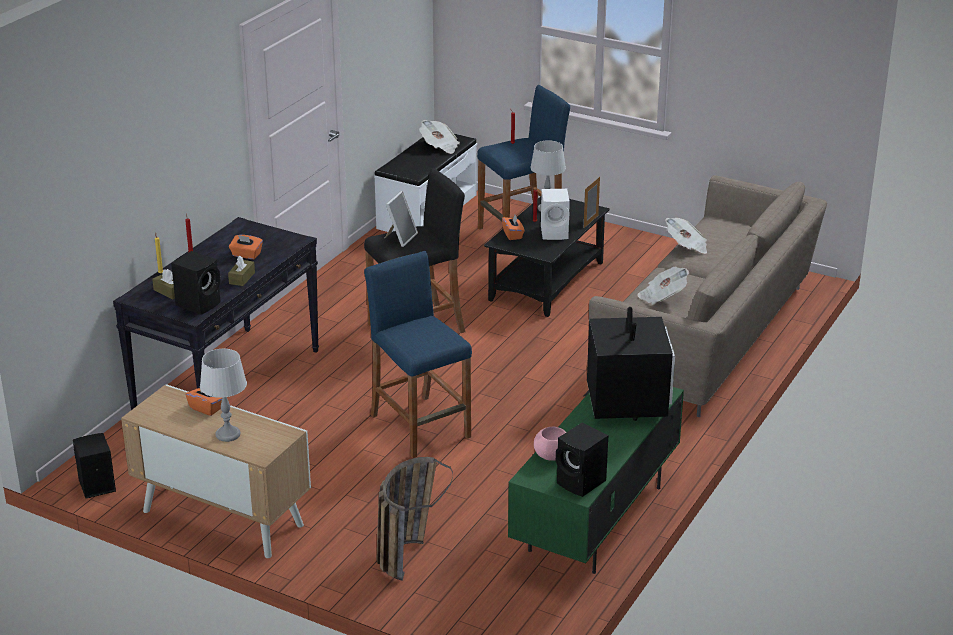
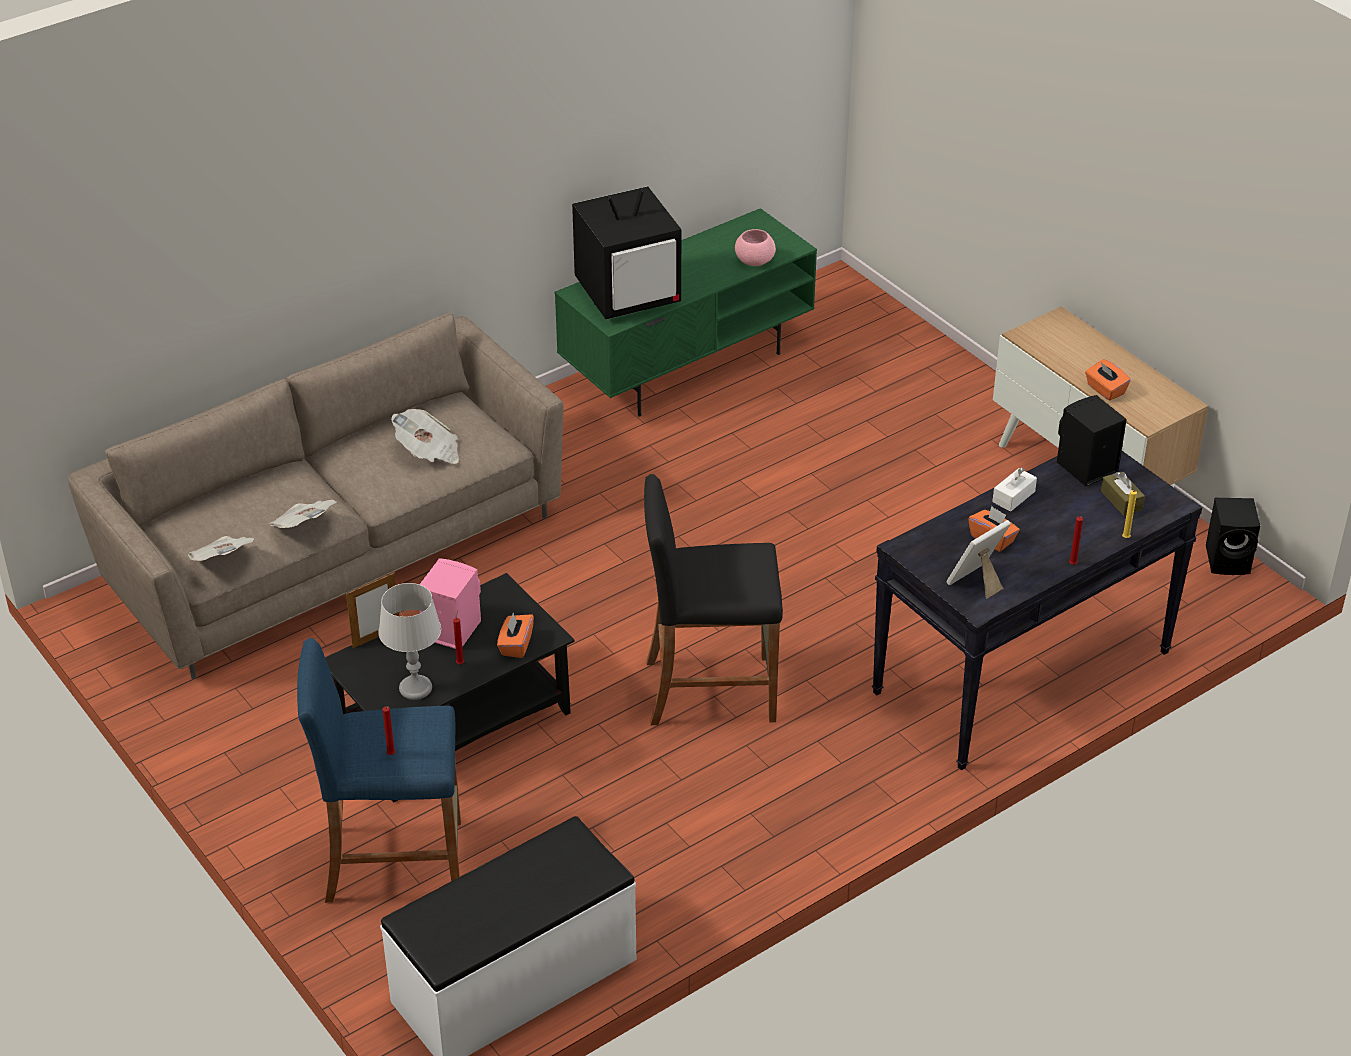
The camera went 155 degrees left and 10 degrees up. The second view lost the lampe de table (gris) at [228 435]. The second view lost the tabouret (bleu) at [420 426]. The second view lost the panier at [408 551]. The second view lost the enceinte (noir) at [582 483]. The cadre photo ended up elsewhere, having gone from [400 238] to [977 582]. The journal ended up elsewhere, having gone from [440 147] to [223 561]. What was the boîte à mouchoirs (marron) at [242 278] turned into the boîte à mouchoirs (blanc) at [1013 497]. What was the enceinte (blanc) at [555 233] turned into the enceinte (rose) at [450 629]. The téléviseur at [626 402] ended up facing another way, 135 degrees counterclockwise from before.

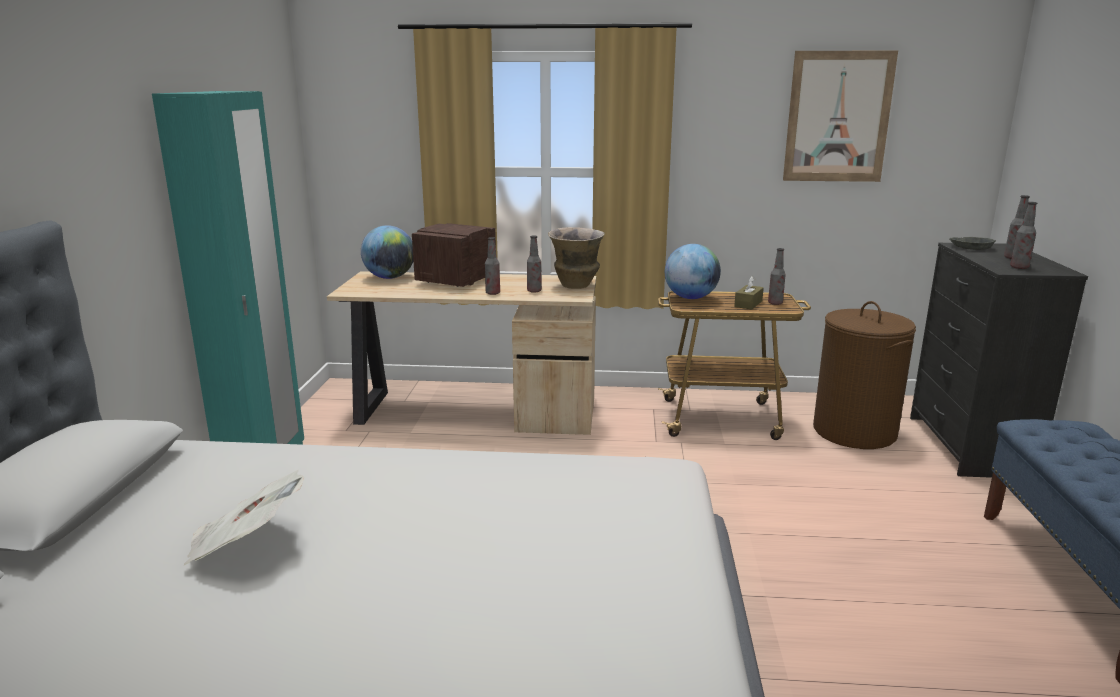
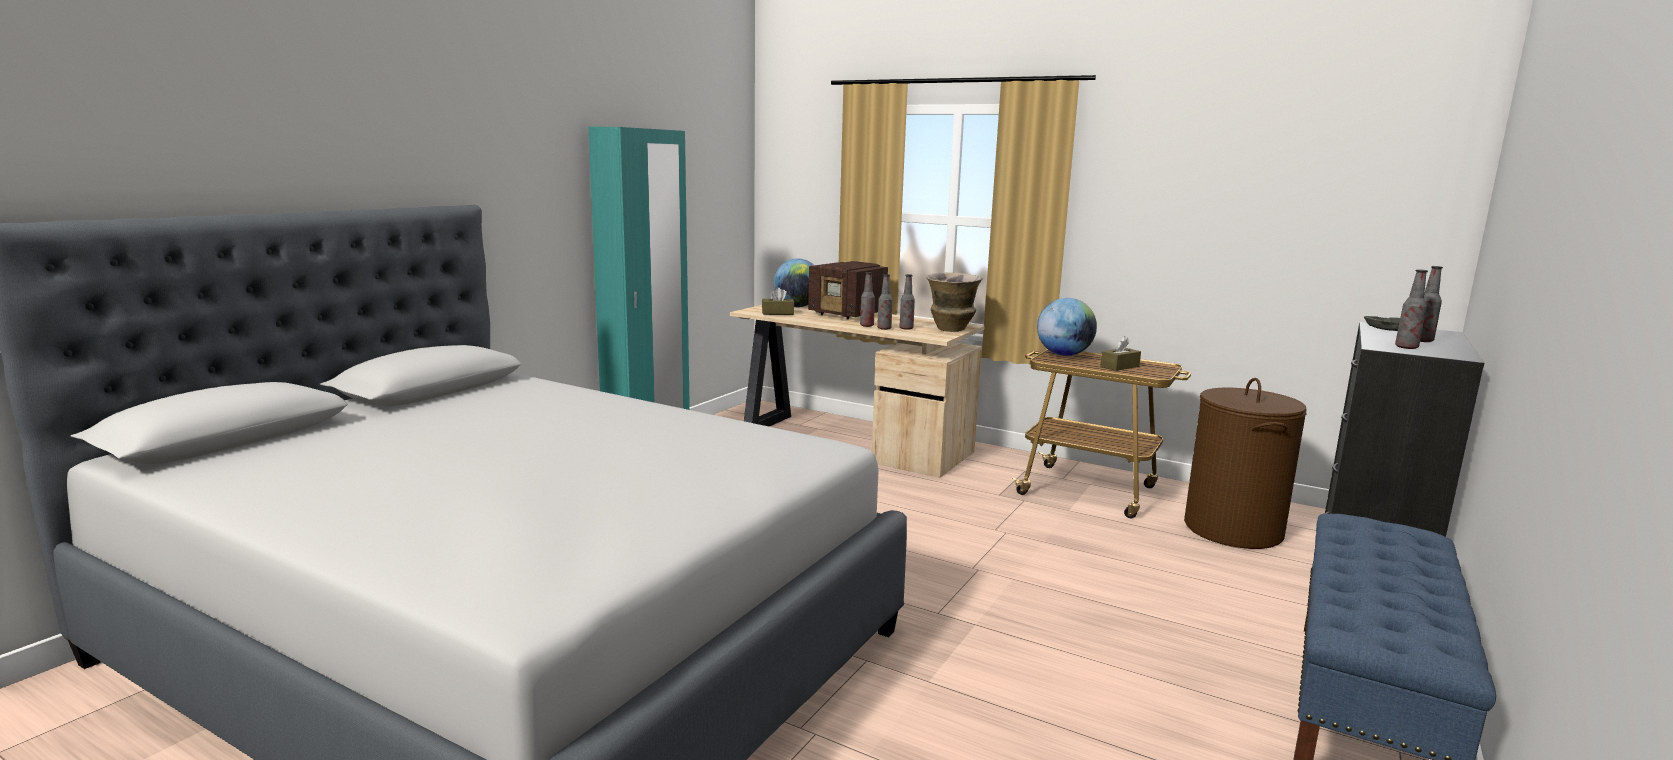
The camera went 25 degrees right and 5 degrees down. The second view lost the journal at [246 544]. The second view lost the tableau at [838 117]. The second view gained the boîte à mouchoirs (marron) at [777 313]. The bouteille ended up elsewhere, having gone from [775 303] to [884 328]. The radio at [455 281] ended up facing another way, 105 degrees counterclockwise from before.

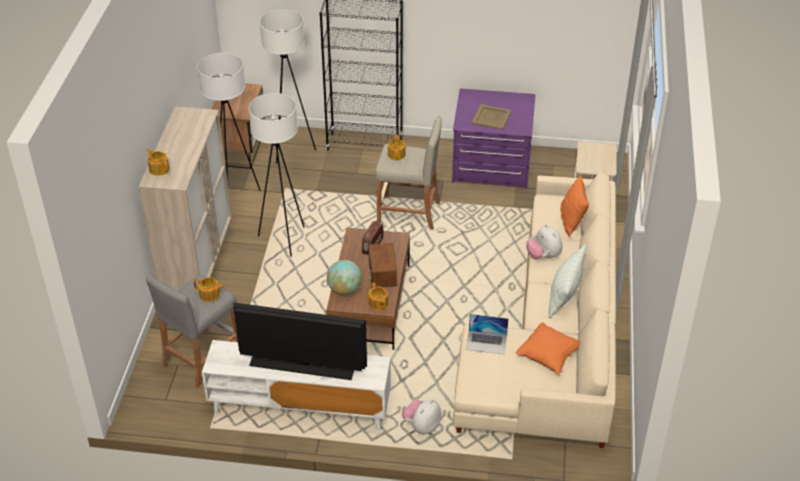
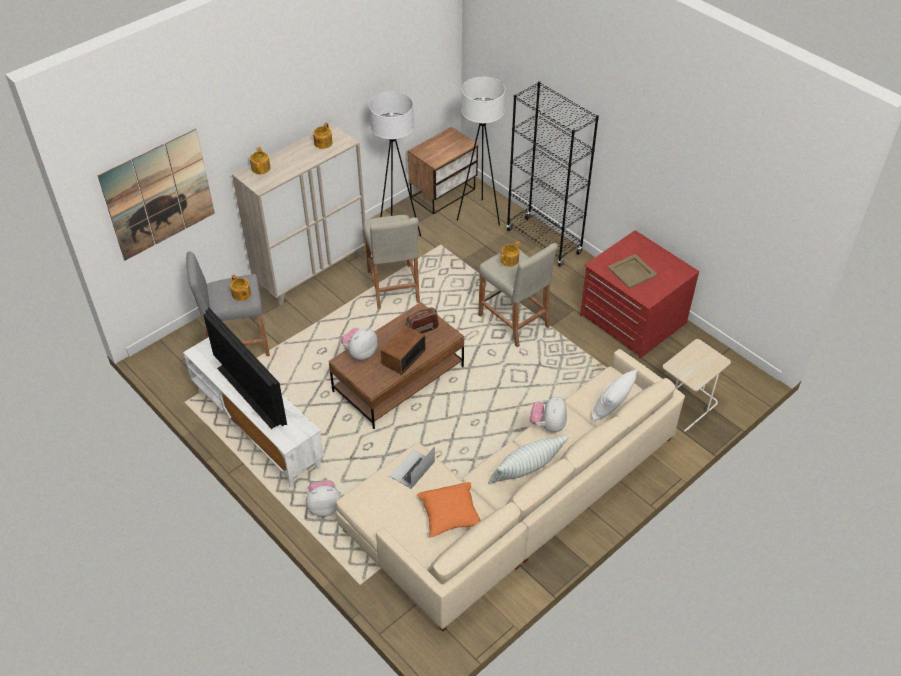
The camera went 40 degrees right and 5 degrees up. The second view gained the tableau at [158 194]. The théière ended up elsewhere, having gone from [378 304] to [323 143]. Where the lampadaire (blanc) stood at [283 240], the tabouret (beige) came to stand at [393 286]. Where the globe stood at [345 290], the peluche came to stand at [360 353]. What was the commode (violet) at [491 165] turned into the commode (rouge) at [632 319]. What was the coussin (orange) at [571 221] turned into the coussin (blanc) at [610 409]. The ordinateur portable at [486 342] ended up facing another way, 75 degrees clockwise from before.

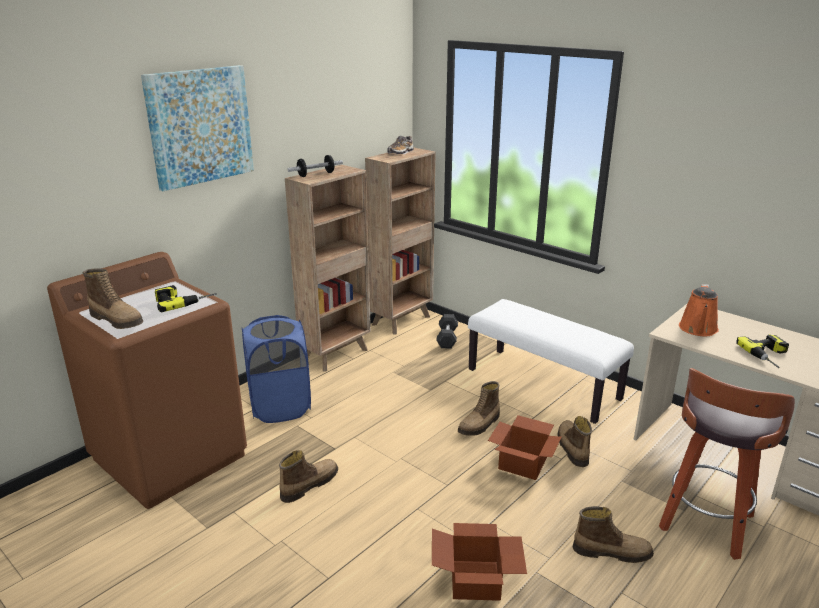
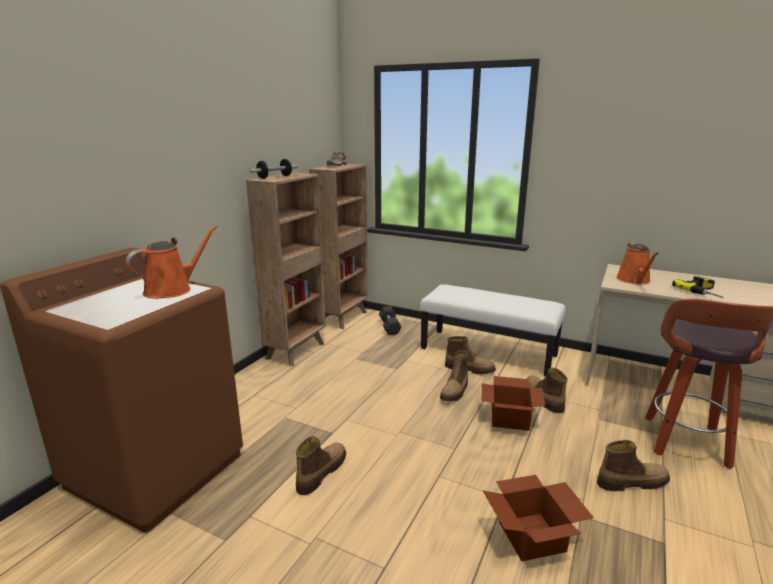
The camera went 15 degrees left and 5 degrees down. The second view lost the tableau at [200 126]. The second view lost the panier à linge (bleu) at [280 407]. The botte ended up elsewhere, having gone from [118 320] to [470 369]. Where the perceuse stood at [184 300], the arrosoir (orange) came to stand at [172 290].

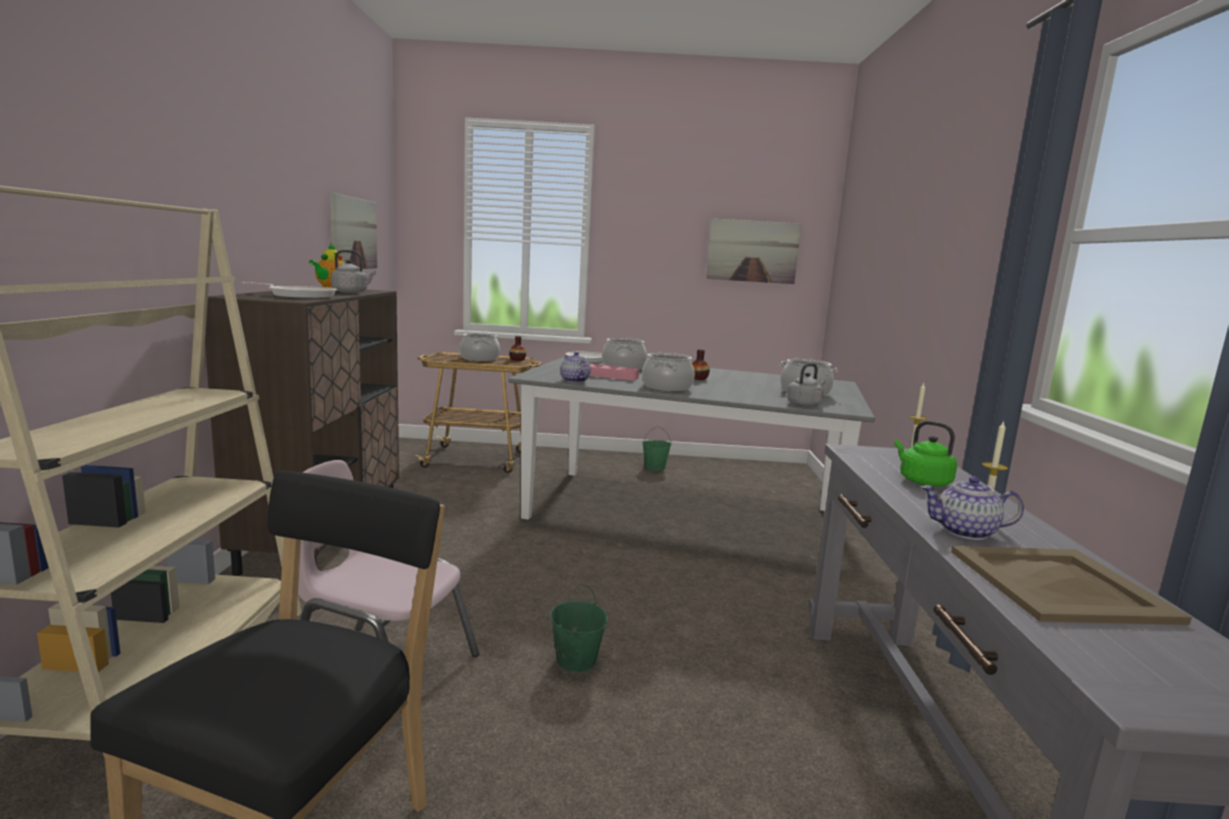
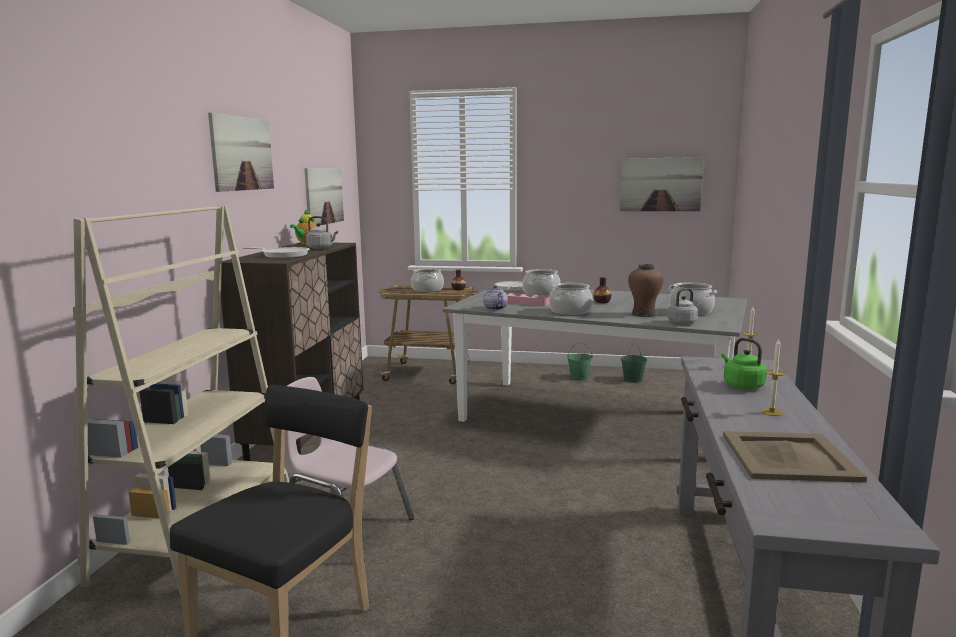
The camera went 10 degrees right and 0 degrees up. The second view lost the théière at [965 532]. The second view gained the tableau at [242 153]. The second view gained the vase (marron) at [643 314]. The seau (vert) ended up elsewhere, having gone from [575 660] to [632 380].

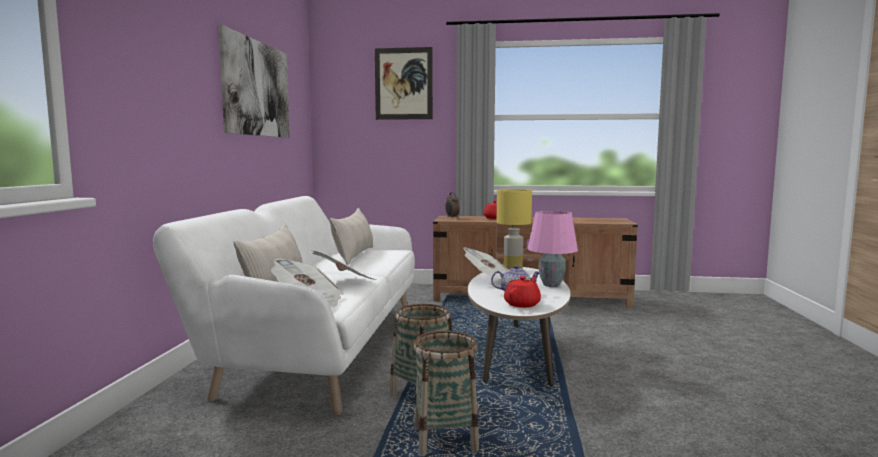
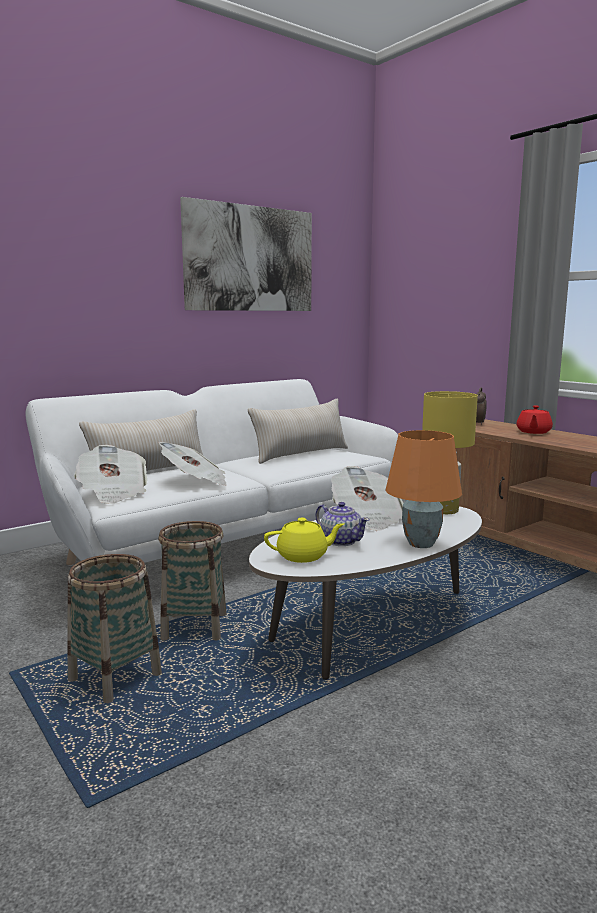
The camera went 45 degrees right and 5 degrees up. The second view lost the tableau at [403 83]. What was the théière (rouge) at [522 304] turned into the théière (jaune) at [303 556]. What was the lampe de table (rose) at [550 285] turned into the lampe de table (orange) at [420 543].

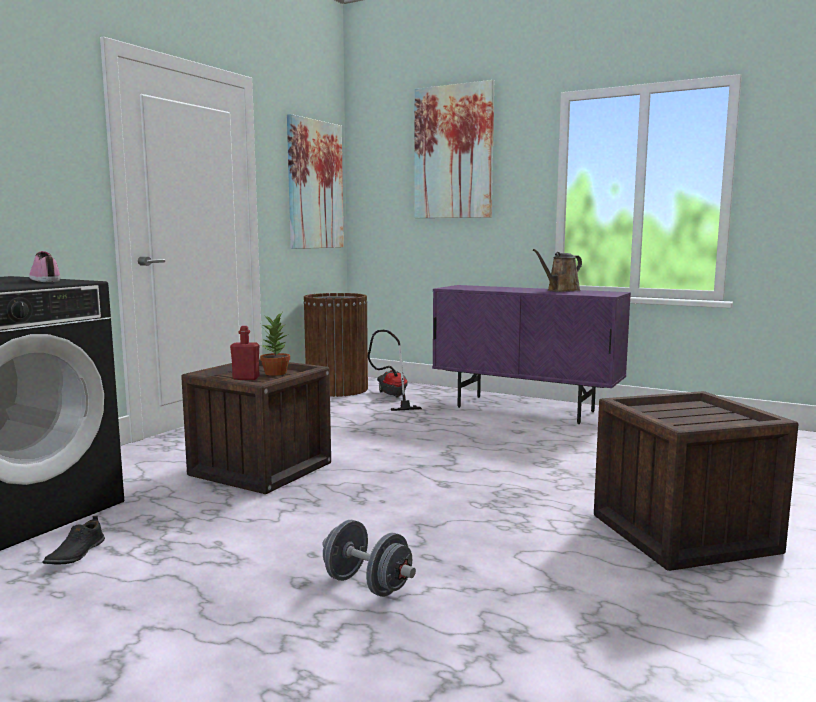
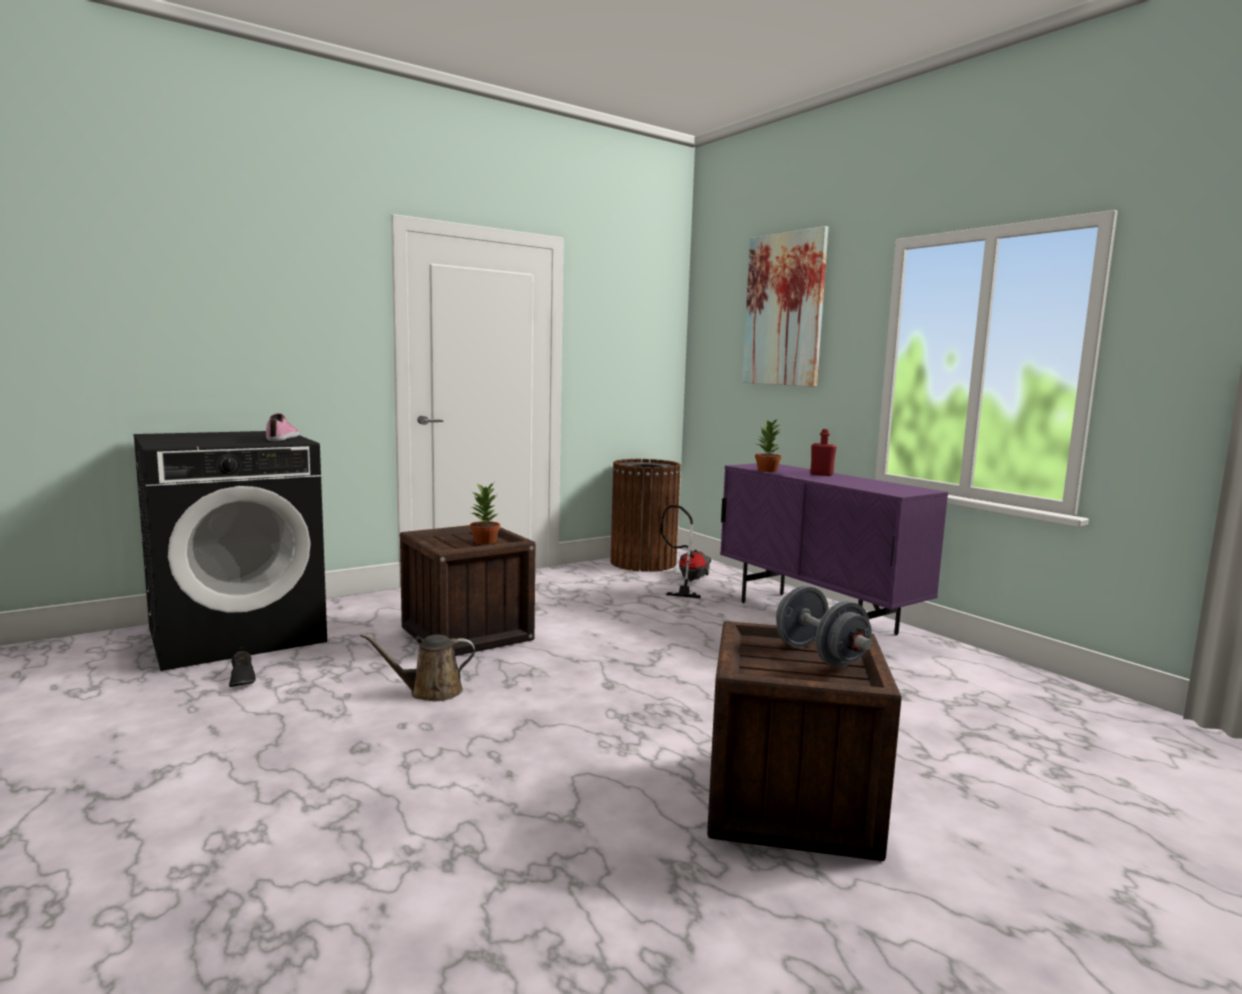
The camera went 25 degrees right and 0 degrees up. The second view lost the tableau at [315 185]. The second view gained the plante en pot at [767 470]. The bouteille (rouge) ended up elsewhere, having gone from [246 378] to [821 474]. The haltère (gris) ended up elsewhere, having gone from [367 585] to [819 655]. The arrosoir (marron) ended up elsewhere, having gone from [561 290] to [430 692]. The chaussure (noir) at [75 554] ended up facing another way, 60 degrees counterclockwise from before.

